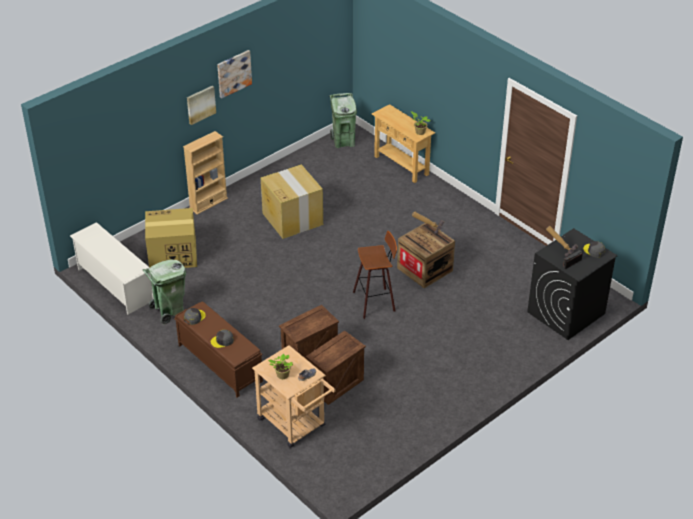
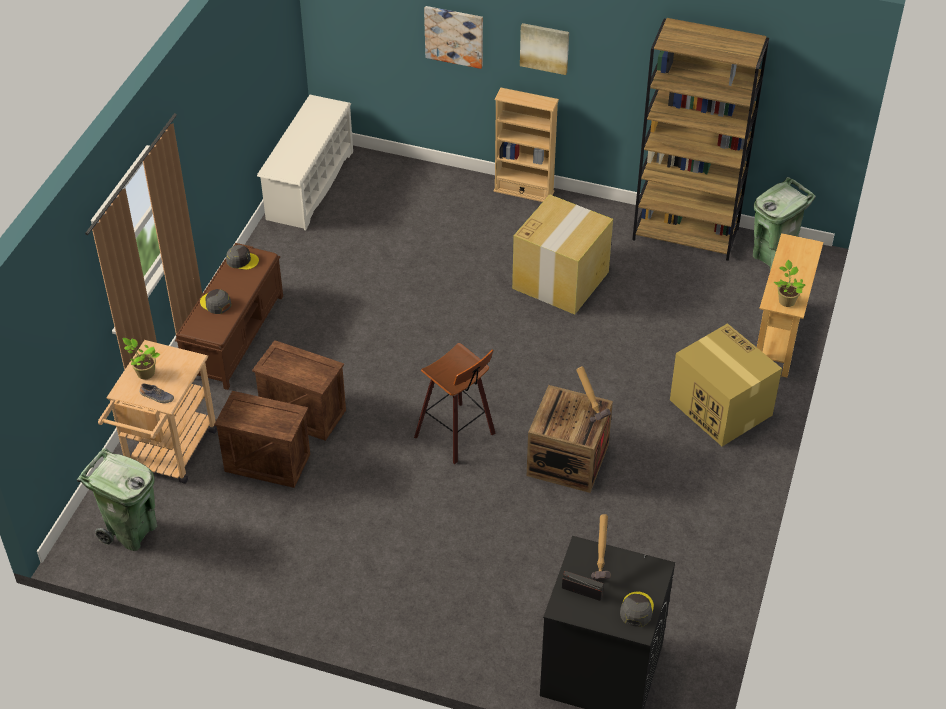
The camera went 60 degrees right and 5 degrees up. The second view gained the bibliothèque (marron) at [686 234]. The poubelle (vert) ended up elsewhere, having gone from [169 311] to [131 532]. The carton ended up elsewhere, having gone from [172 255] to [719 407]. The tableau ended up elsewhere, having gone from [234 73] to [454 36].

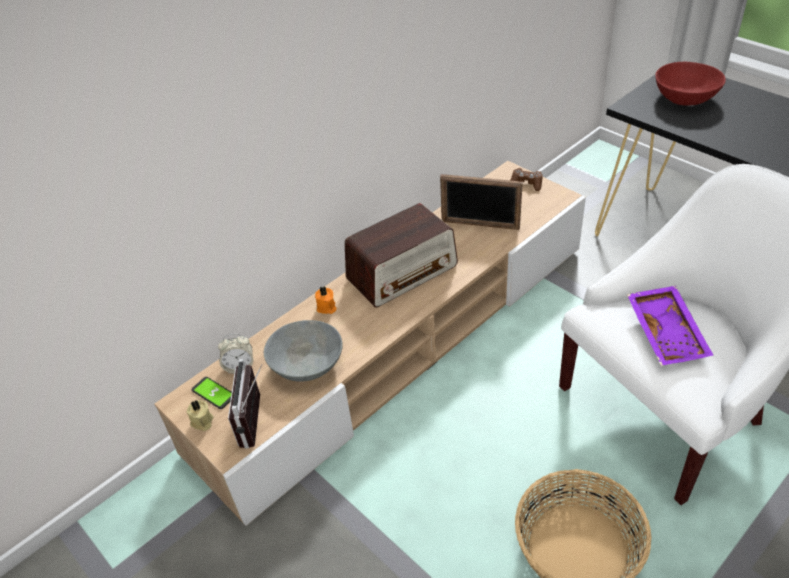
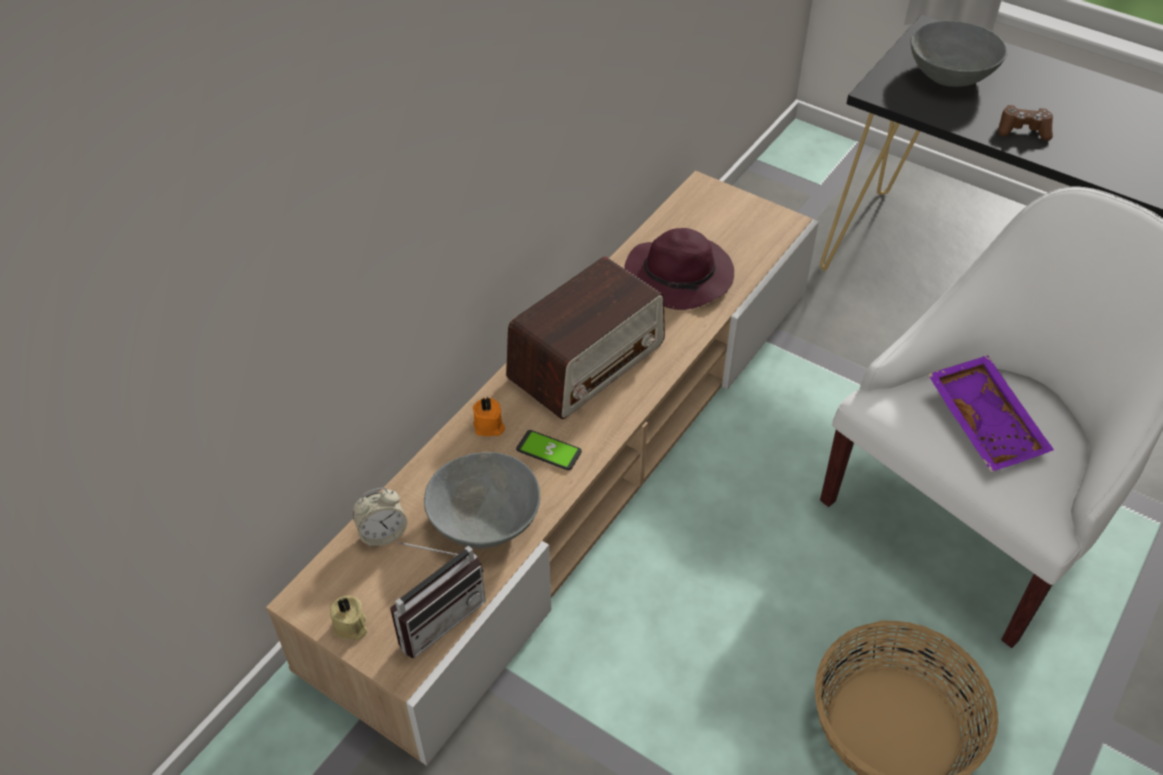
The camera went 15 degrees left and 5 degrees up. The téléphone ended up elsewhere, having gone from [213 393] to [549 451]. The manette (marron) ended up elsewhere, having gone from [526 184] to [1023 130]. Where the cadre photo stood at [480 225], the chapeau (violet) came to stand at [681 276]. What was the bol (rouge) at [686 98] turned into the bol (gris) at [951 74]. The radio at [258 421] ended up facing another way, 120 degrees counterclockwise from before.

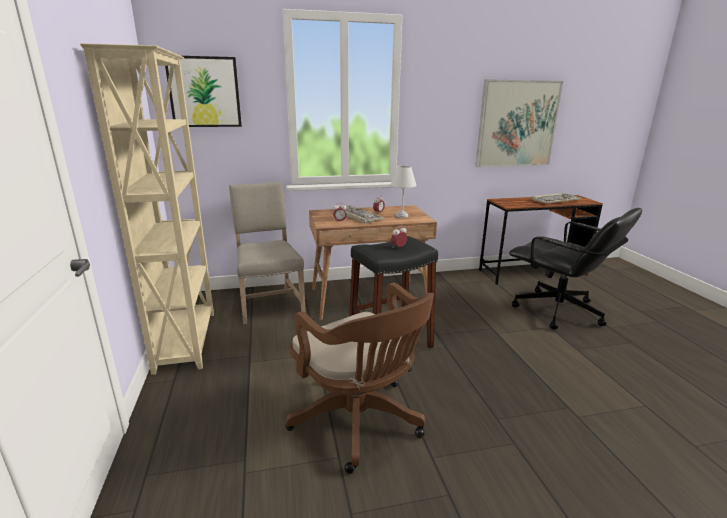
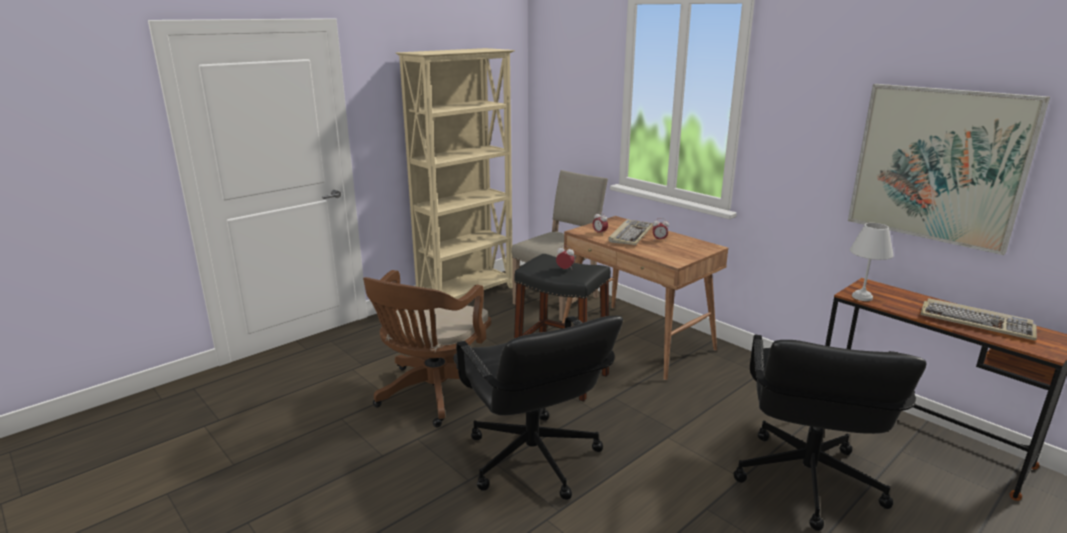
The camera went 60 degrees right and 0 degrees up. The second view lost the tableau at [204 92]. The second view gained the chaise de bureau (noir) at [532 459]. The lampe de table (blanc) ended up elsewhere, having gone from [401 216] to [861 297].

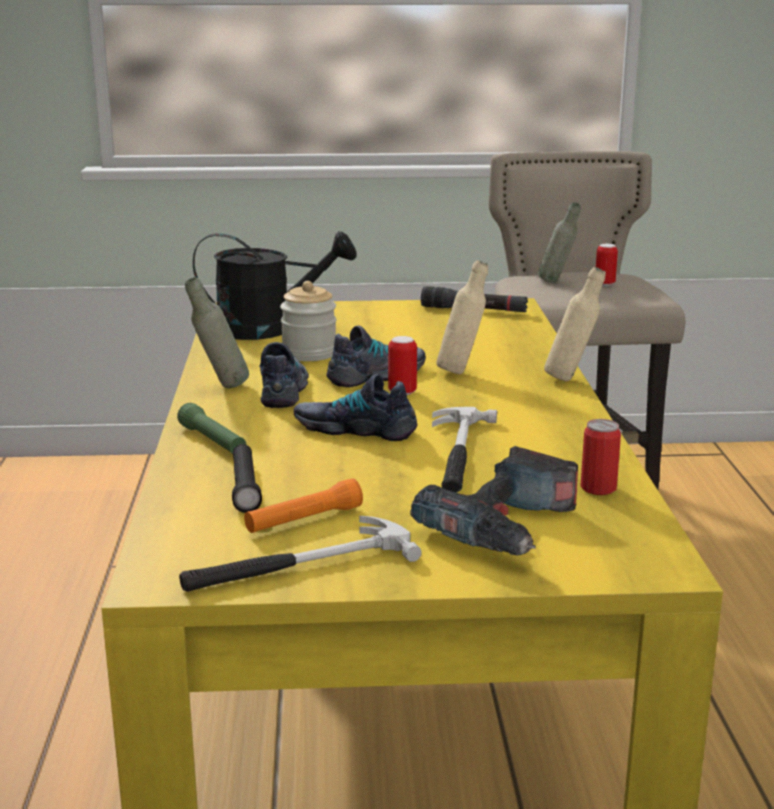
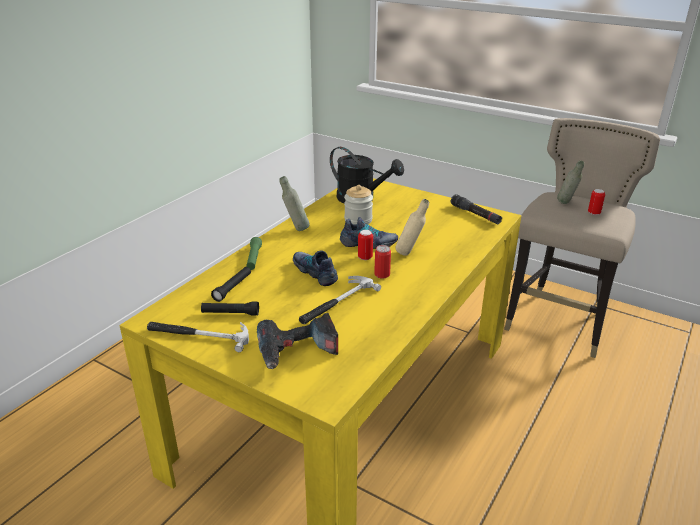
The camera went 35 degrees right and 10 degrees up. The second view lost the chaussure at [284 389]. The second view lost the bouteille (beige) at [571 378]. The boîte métallique ended up elsewhere, having gone from [598 488] to [382 274]. What was the lampe de poche (orange) at [304 520] turned into the lampe de poche (noir) at [230 313].

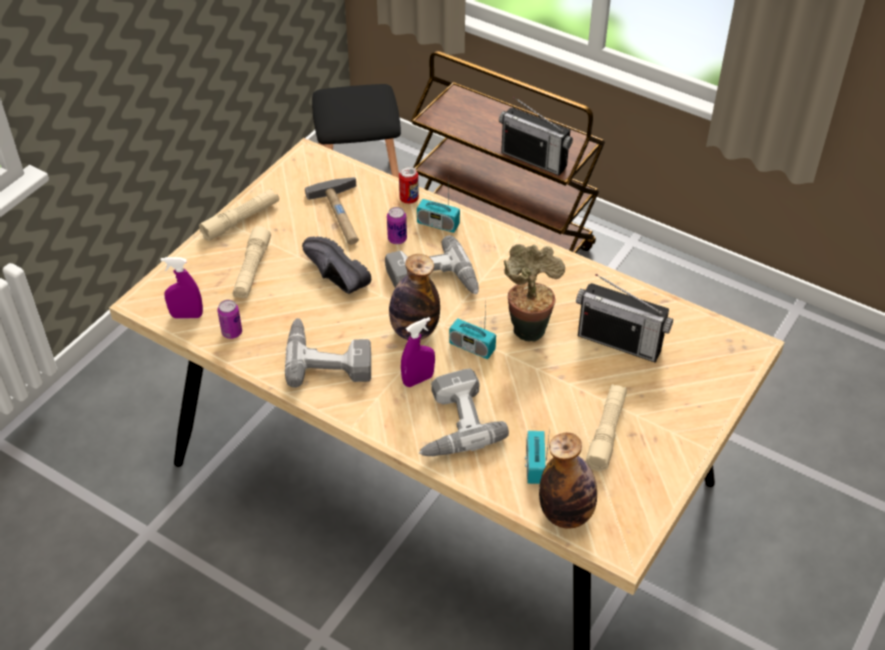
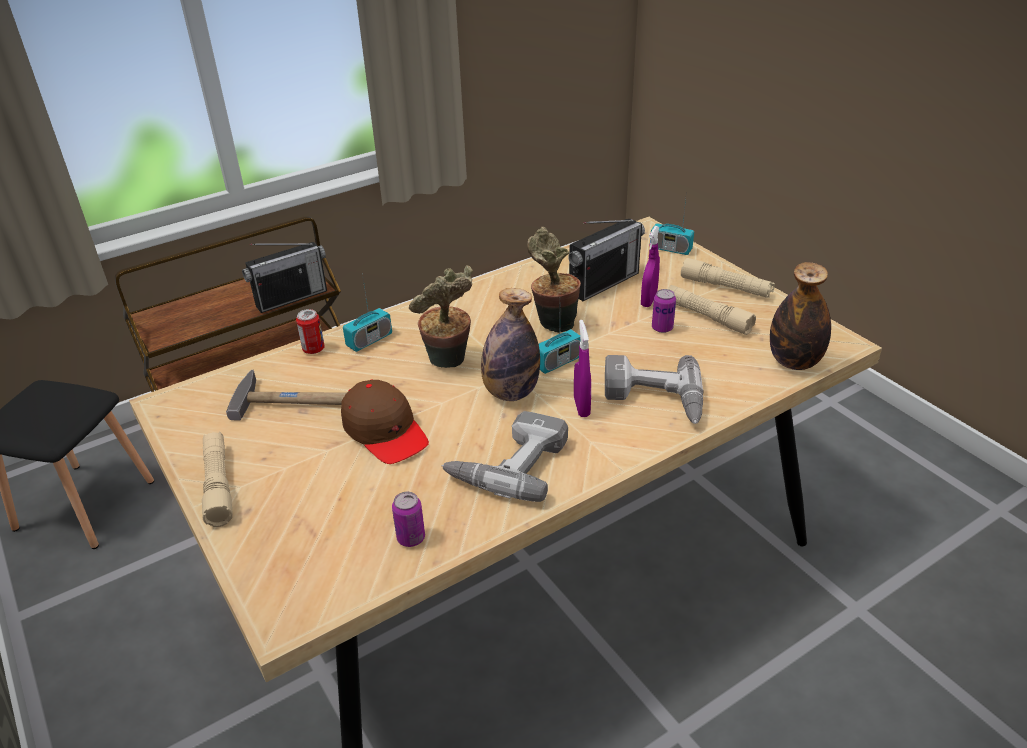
The camera went 65 degrees left and 10 degrees down. The vaporisateur (violet) ended up elsewhere, having gone from [187 315] to [648 301]. The lampe de poche (beige) ended up elsewhere, having gone from [252 270] to [726 287]. The boîte métallique ended up elsewhere, having gone from [397 239] to [662 328]. The radio ended up elsewhere, having gone from [535 465] to [670 249]. Where the chaussure (noir) stood at [332 277], the casquette (marron) came to stand at [385 431]. Where the perceuse stood at [433 281], the plante en pot came to stand at [448 363].

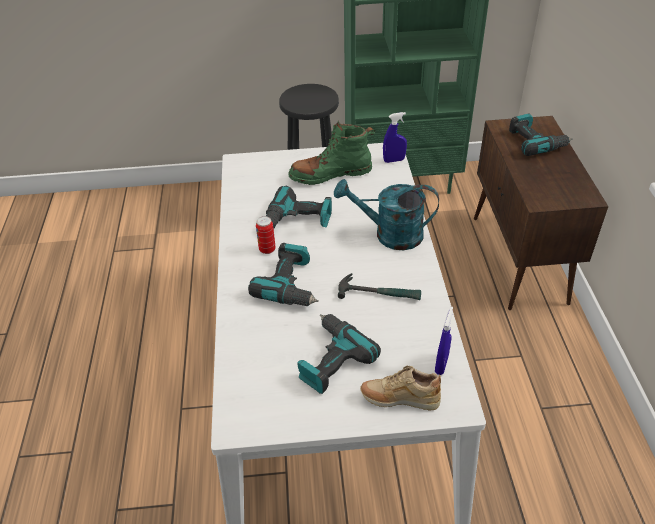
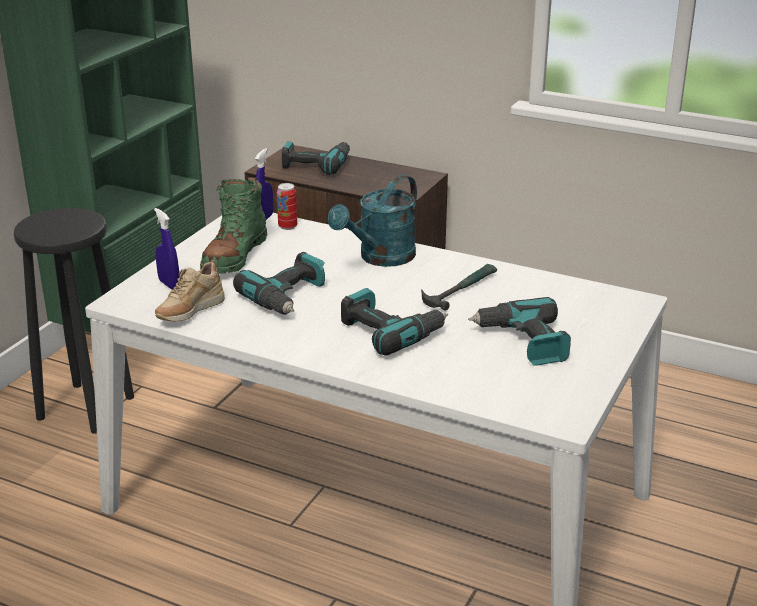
The camera went 60 degrees left and 15 degrees down. The boîte métallique ended up elsewhere, having gone from [267 249] to [287 226]. The chaussure (beige) ended up elsewhere, having gone from [399 399] to [189 313]. The vaporisateur (bleu) ended up elsewhere, having gone from [441 364] to [169 284].

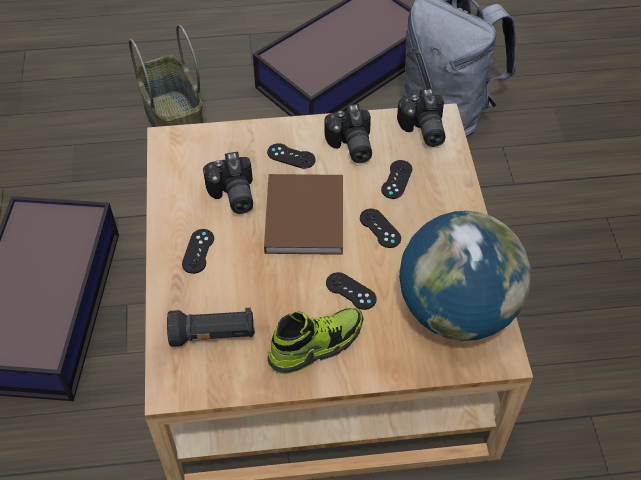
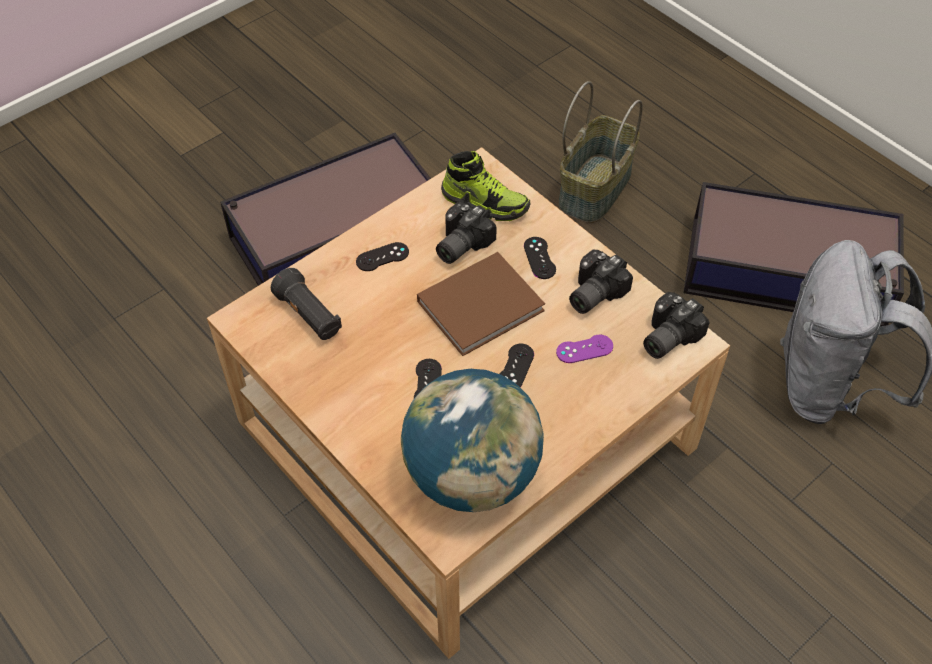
The camera went 55 degrees right and 0 degrees up. The chaussure ended up elsewhere, having gone from [315 345] to [485 203]. What was the manette (noir) at [396 179] turned into the manette (violet) at [584 349].

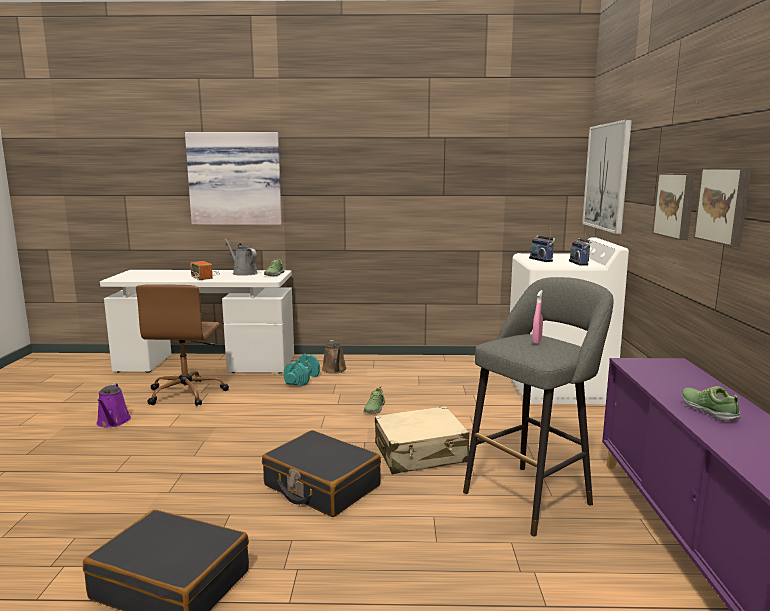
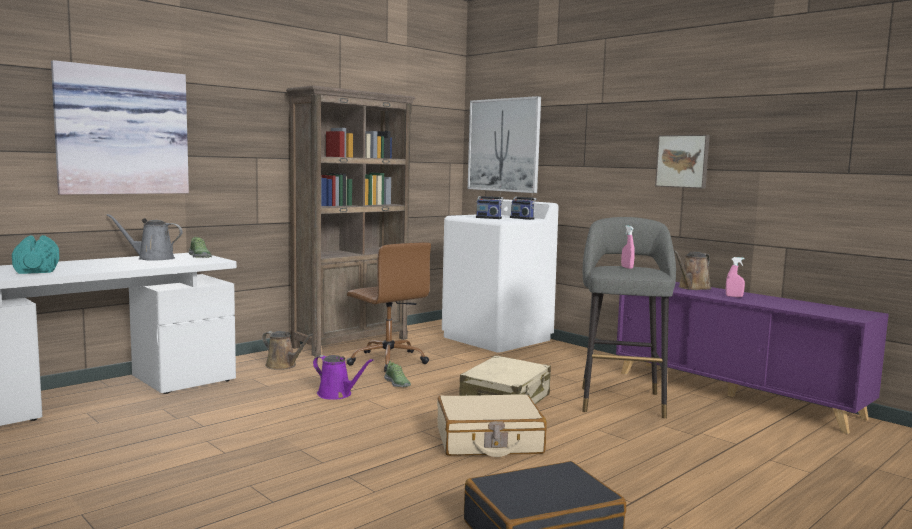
The camera went 45 degrees left and 5 degrees down. The second view lost the radio at [206 275]. The second view lost the tableau at [676 205]. The second view gained the bibliothèque (marron) at [351 342]. The second view gained the arrosoir (marron) at [692 288]. The arrosoir (violet) ended up elsewhere, having gone from [113 422] to [337 394]. The chaise de bureau (marron) ended up elsewhere, having gone from [187 393] to [387 360]. The haltère (turquoise) ended up elsewhere, having gone from [302 379] to [37 269]. Where the chaussure stood at [708 410], the vaporisateur (rose) came to stand at [734 296]. What was the valise (noir) at [321 486] turned into the valise (beige) at [488 441].

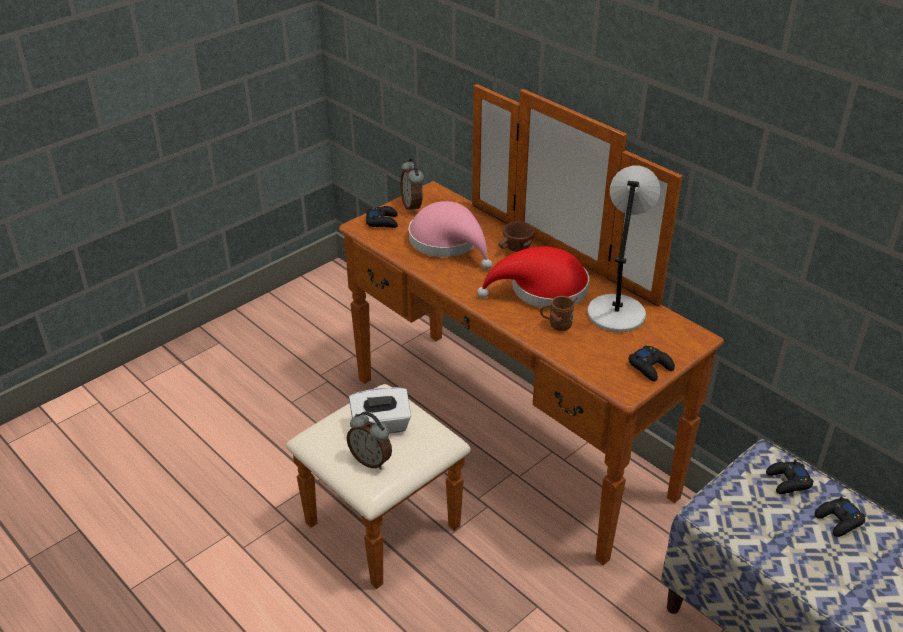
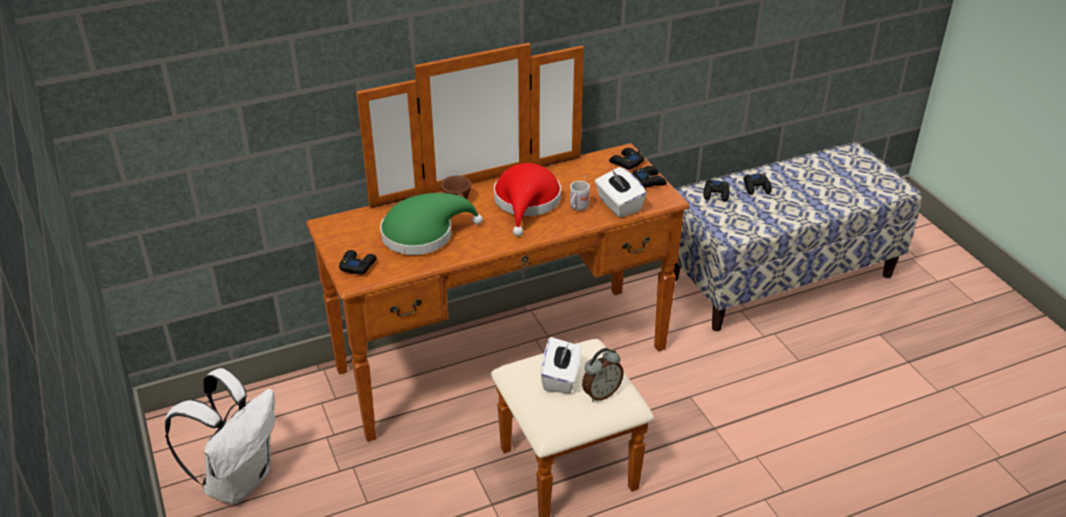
The camera went 70 degrees left and 0 degrees up. The second view lost the réveil at [413 206]. The second view lost the lampe de table (gris) at [616 312]. The second view gained the sac à dos (blanc) at [238 479]. The second view gained the boîte à mouchoirs (blanc) at [618 205]. The second view gained the manette (noir) at [626 162]. What was the chapeau (rose) at [449 242] turned into the chapeau (vert) at [423 234]. What was the mug (marron) at [556 325] turned into the mug (blanc) at [577 208].

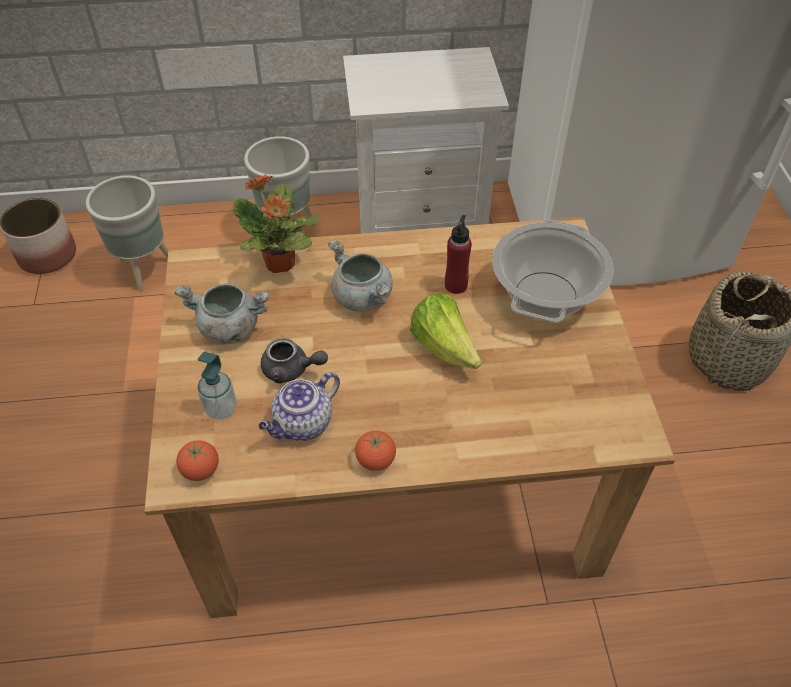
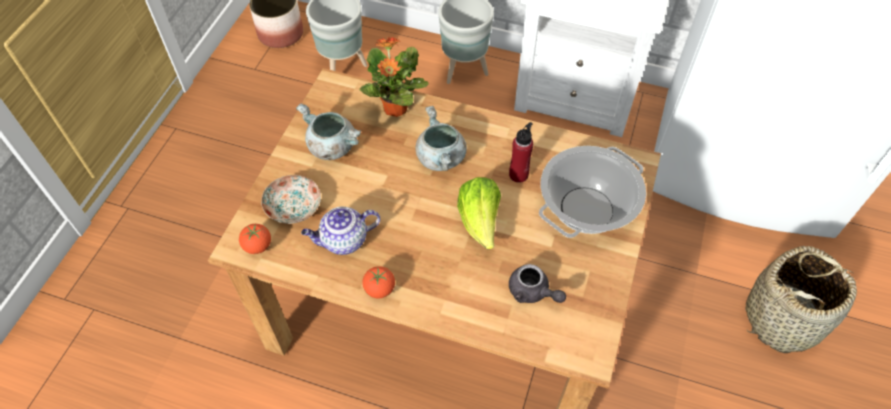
The camera went 25 degrees right and 5 degrees up. The théière (gris) ended up elsewhere, having gone from [291 370] to [532 292]. Where the distributeur de savon stood at [221 409], the assiette came to stand at [294 206].

